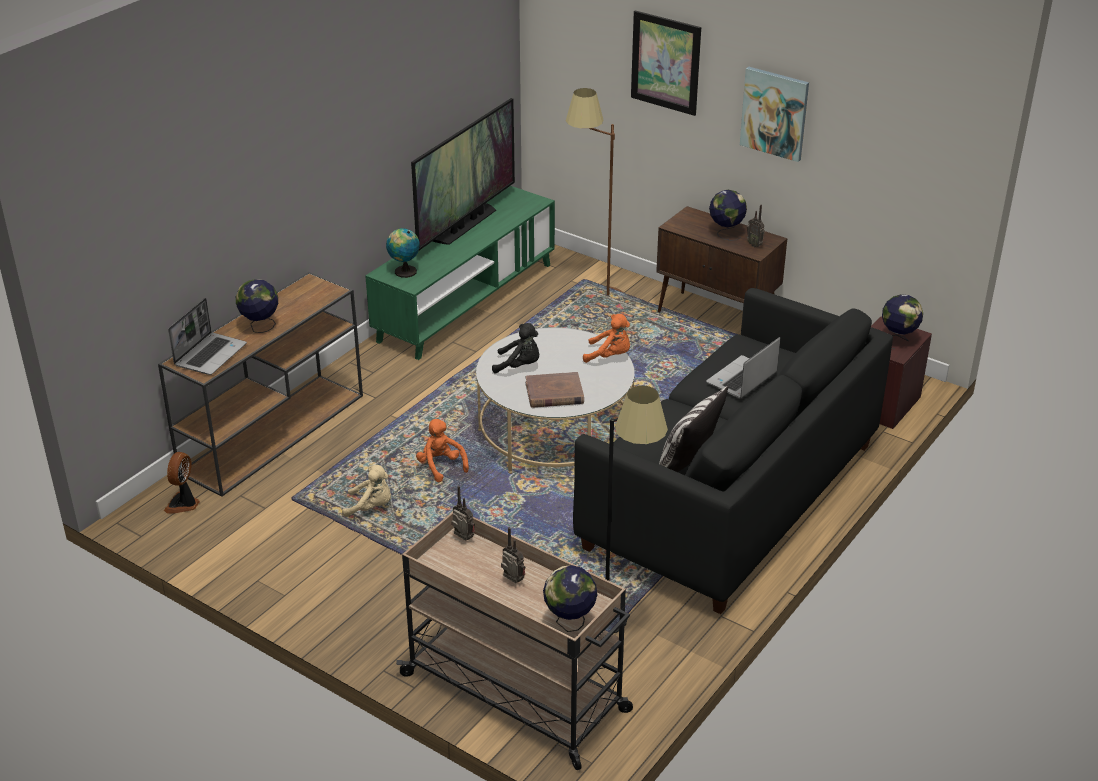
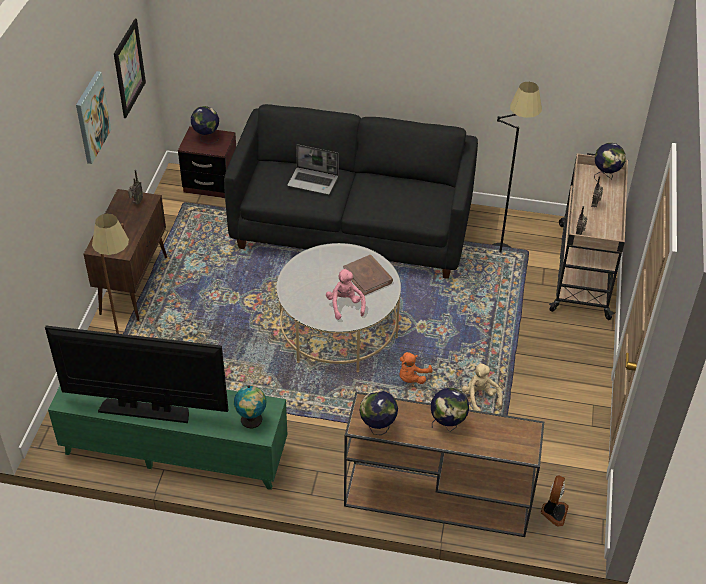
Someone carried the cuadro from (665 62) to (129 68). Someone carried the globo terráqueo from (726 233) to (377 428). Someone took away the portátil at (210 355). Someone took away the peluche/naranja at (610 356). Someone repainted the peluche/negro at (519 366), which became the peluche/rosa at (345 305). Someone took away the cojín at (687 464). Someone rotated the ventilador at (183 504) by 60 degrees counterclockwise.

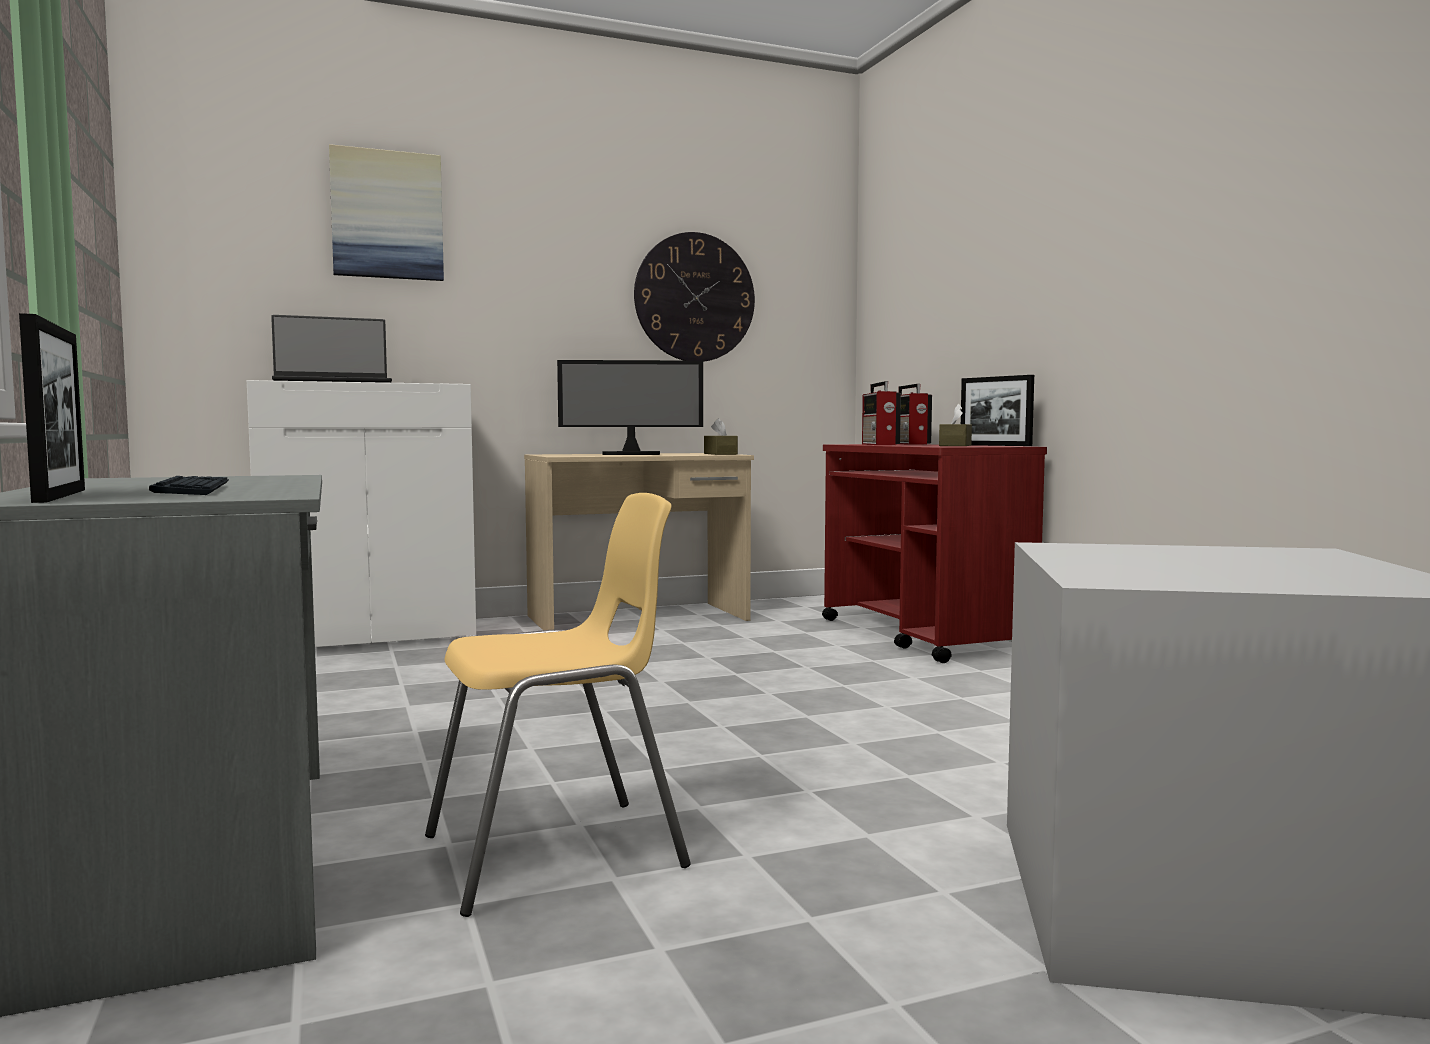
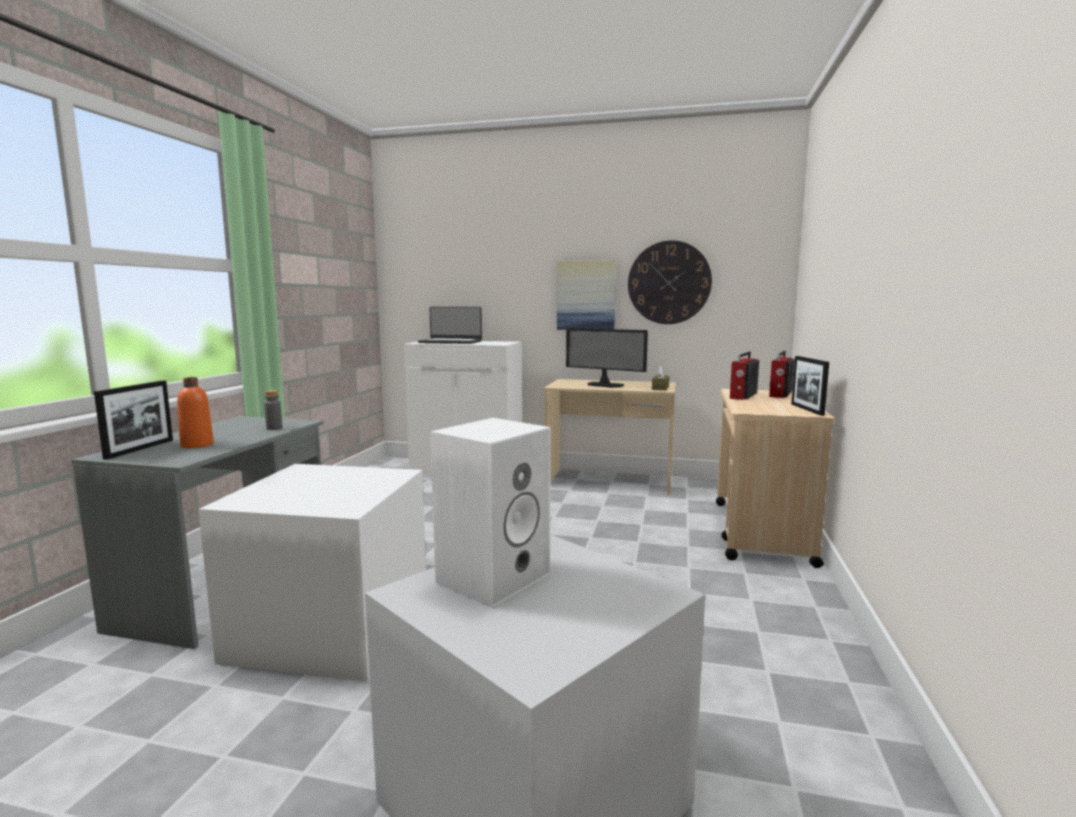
Someone carried the cuadro from (387 215) to (586 295). Someone took away the caja de pañuelos/marrón at (955 445). Someone repainted the carrito/rojo at (924 635), which became the carrito/beis at (761 532). Someone swapped the teclado at (193 489) for the botella/naranja at (197 445). Someone swapped the silla/amarillo at (558 853) for the caja de almacenaje/blanco at (332 629). Someone put down the botella/gris at (274 428). Someone put down the altavoz/blanco at (493 576).

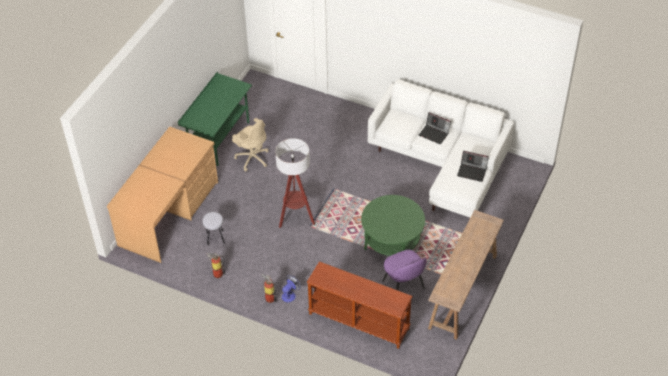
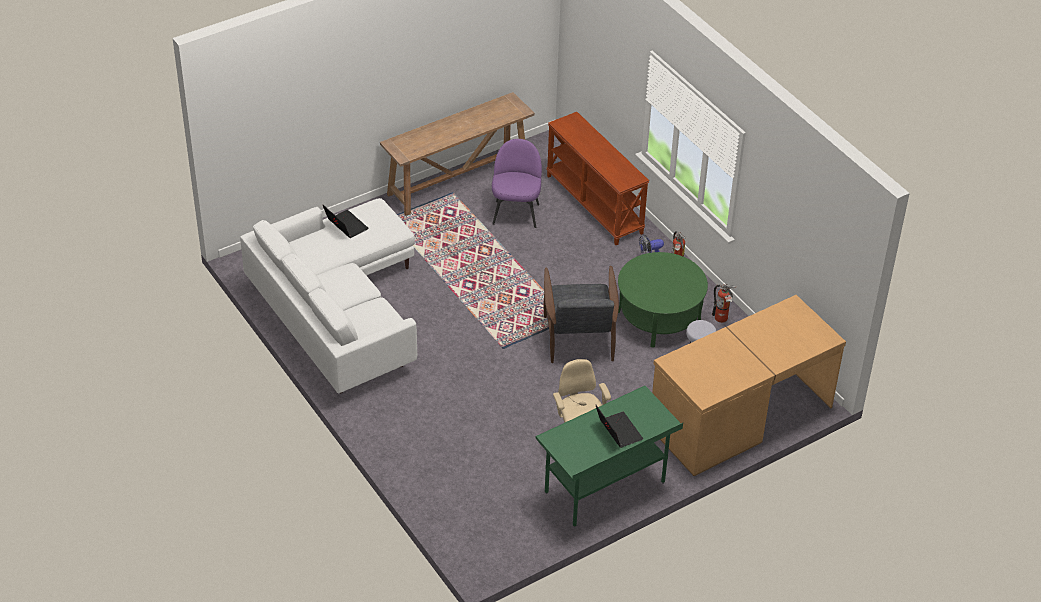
Someone carried the portátil from (434 134) to (617 431). Someone swapped the lámpara de pie at (296 218) for the sillón/gris at (579 336). Someone carried the mesa de centro/verde from (392 241) to (659 318).

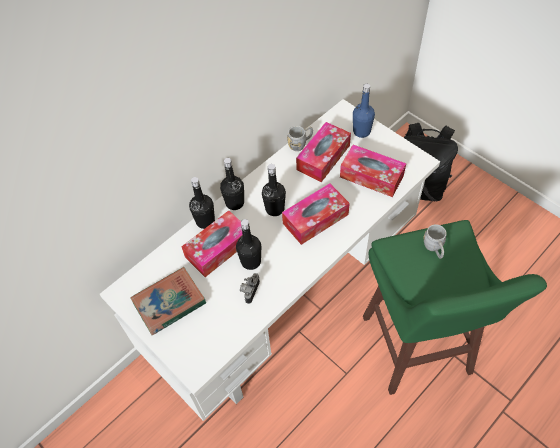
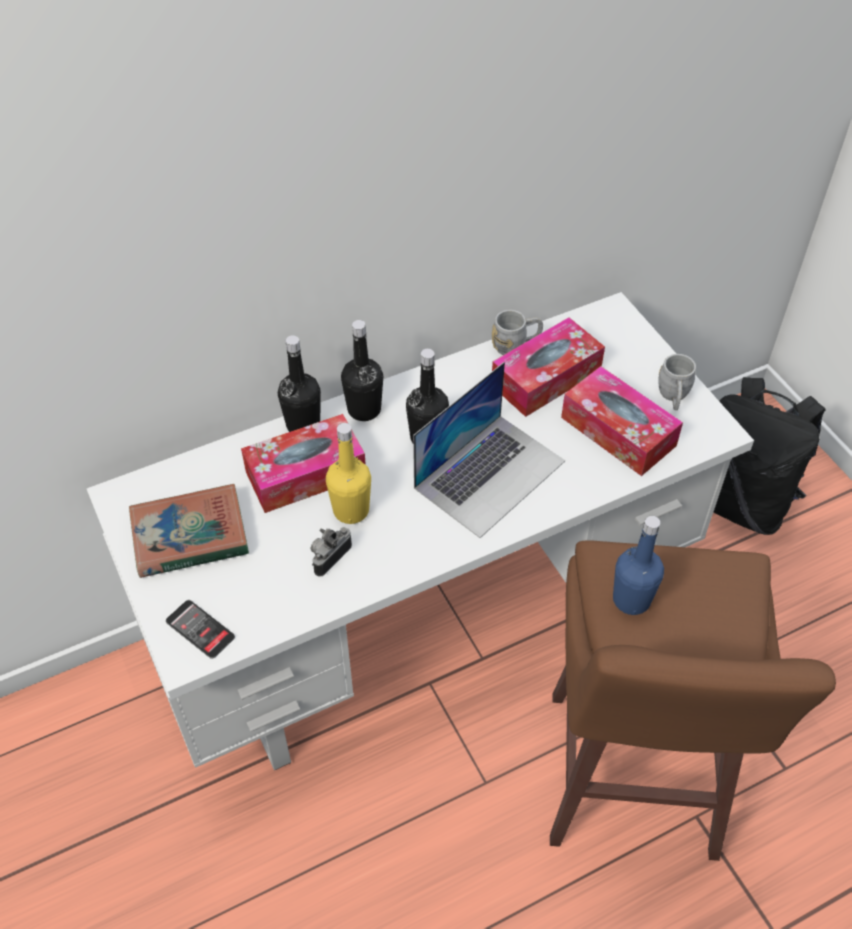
Someone carried the botella/azul from (361 131) to (631 599). Someone swapped the caja de pañuelos at (315 219) for the portátil at (490 474). Someone repainted the botella/negro at (251 261), which became the botella/amarillo at (351 510). Someone repainted the taburete/verde at (416 348), which became the taburete/marrón at (629 780). Someone carried the taza grande/gris from (434 248) to (673 397). Someone put down the móvil at (200 629).

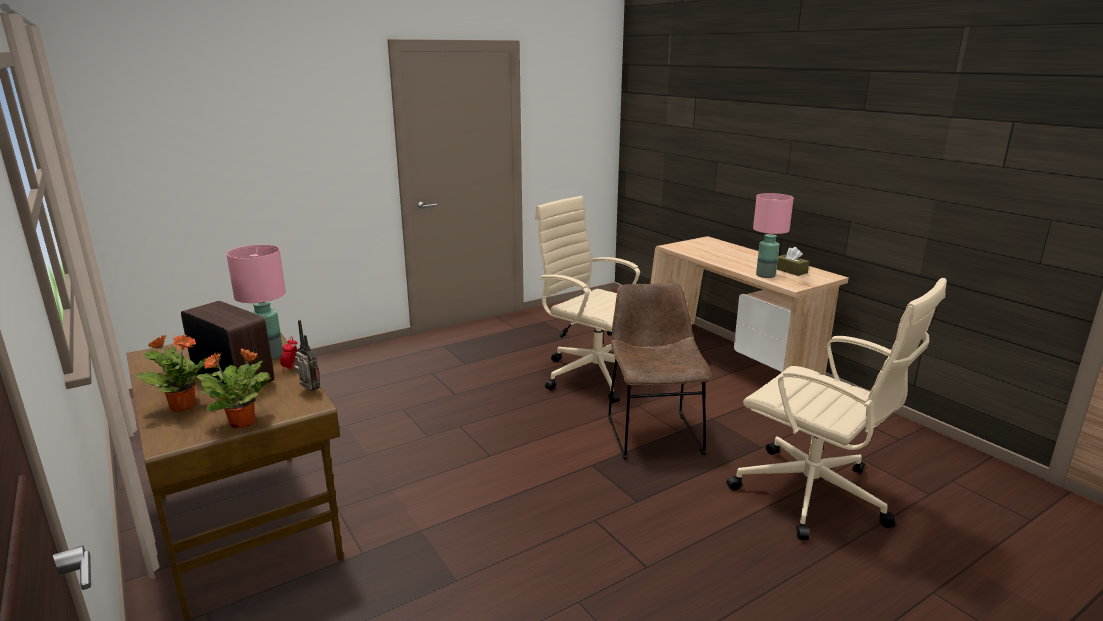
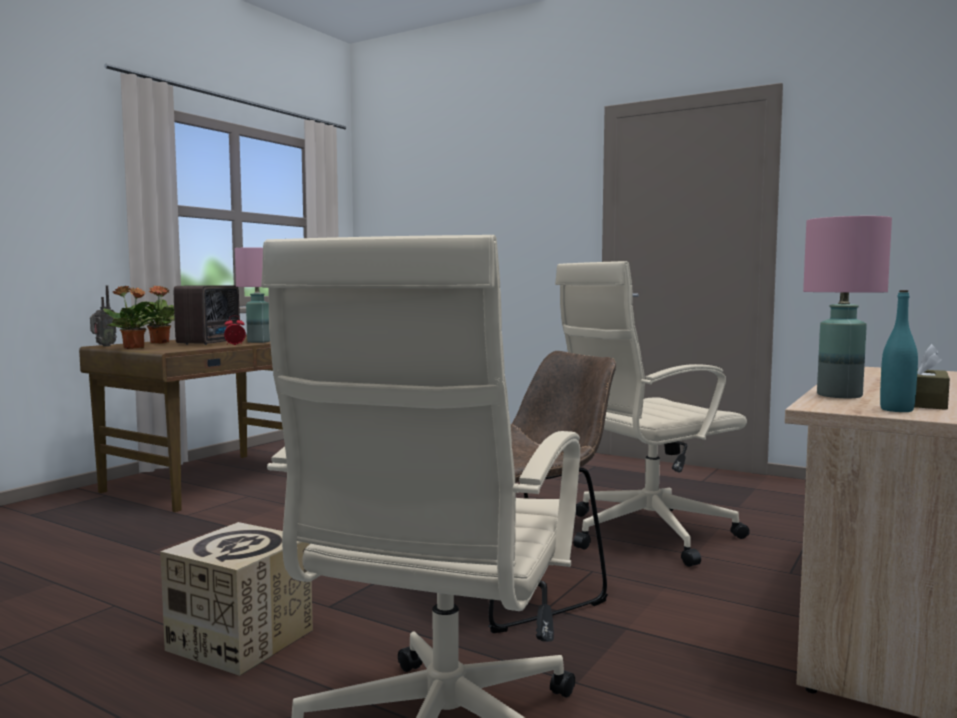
Someone rotated the silla de oficina/beis at (593 374) by 135 degrees counterclockwise. Someone carried the radio from (309 391) to (103 346). Someone put down the botella/turquesa at (896 410). Someone put down the caja de cartón at (240 640).

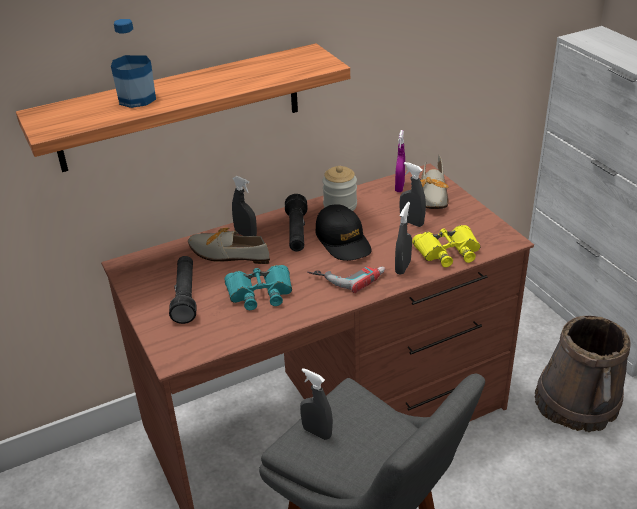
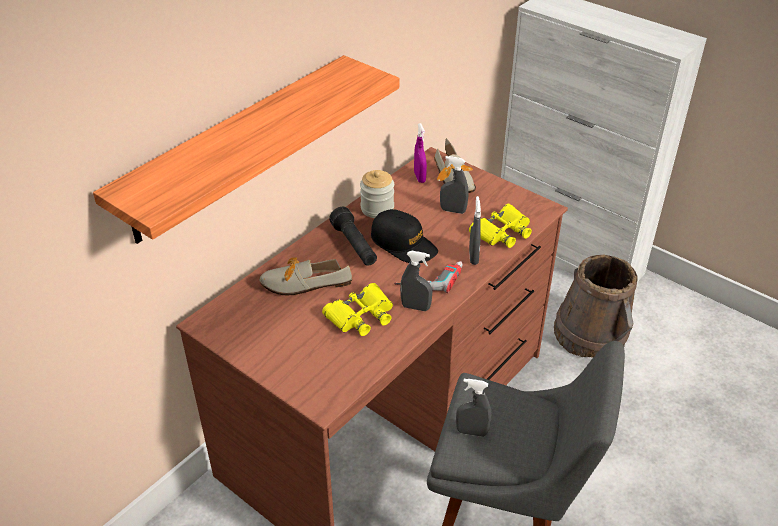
Someone took away the botella at (137 99). Someone carried the pulverizador/gris from (246 235) to (415 307). Someone took away the linterna/negro at (185 296). Someone repainted the prismáticos/turquesa at (260 292), which became the prismáticos/amarillo at (361 315).

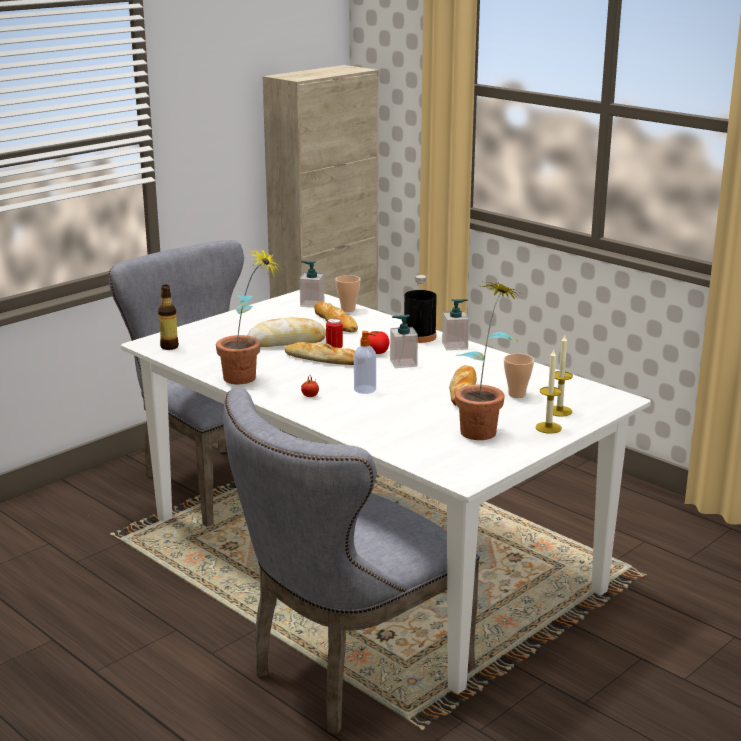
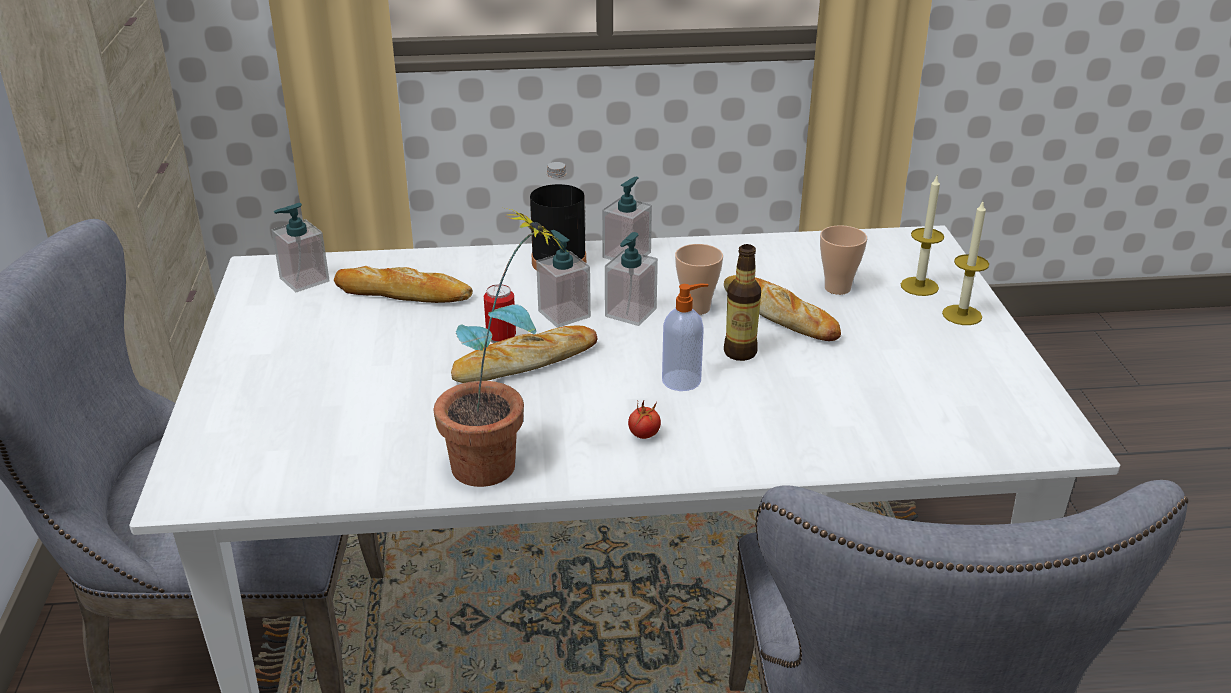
Someone carried the taza from (348 309) to (696 308). Someone took away the planta en maceta at (484 428). Someone carried the botella from (169 347) to (740 352). Someone took away the pan at (287 342). Someone swapped the tomate at (376 352) for the dispensador de jabón at (564 314).

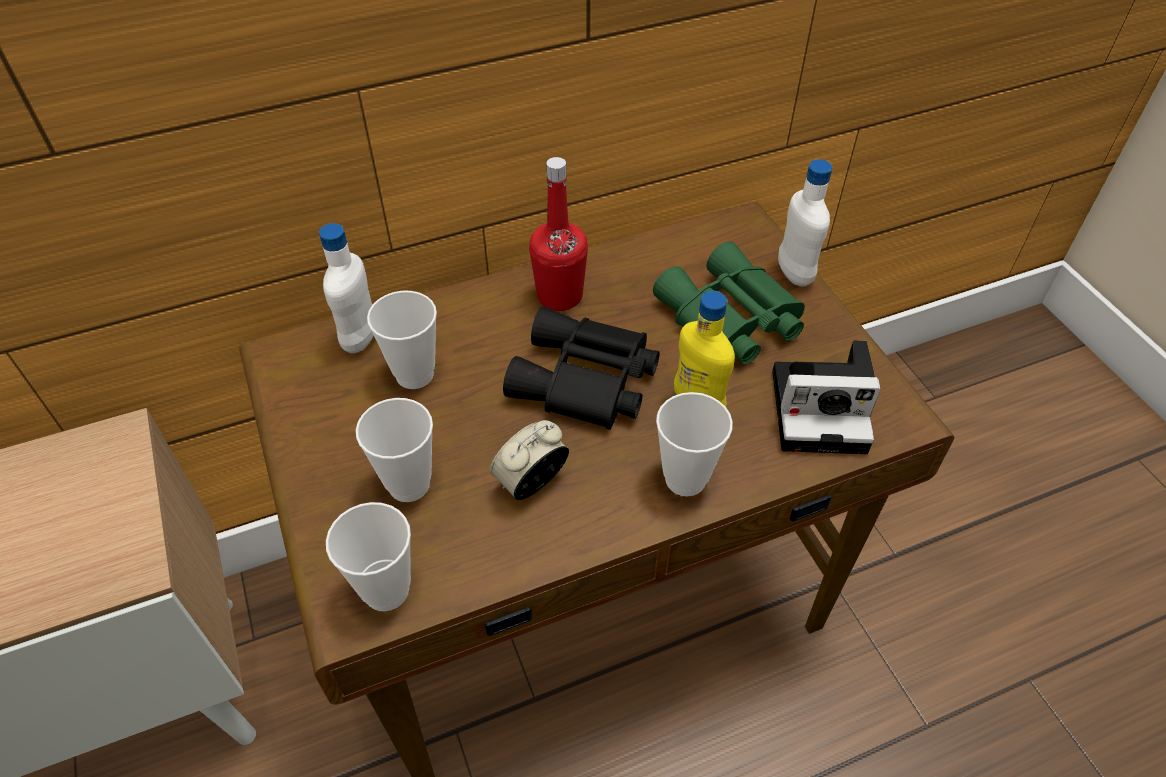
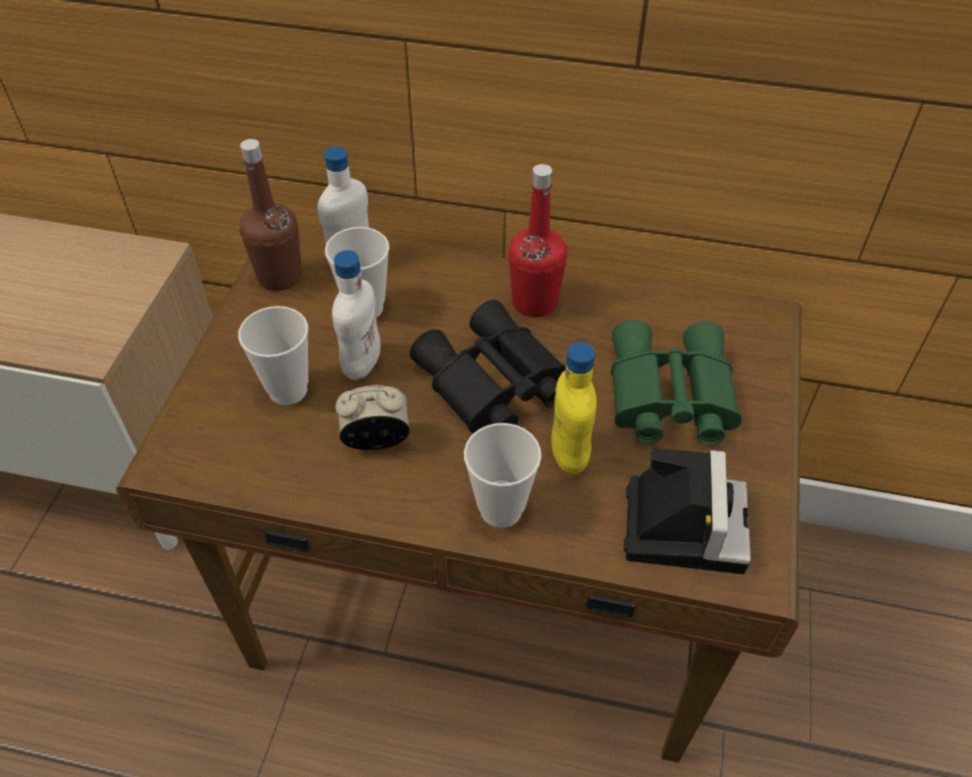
Someone carried the botella/blanco from (794 274) to (362 364). Someone rotated the cámara at (823 409) by 120 degrees counterclockwise. Someone took away the taza at (386 590). Someone put down the botella/marrón at (280 276).

